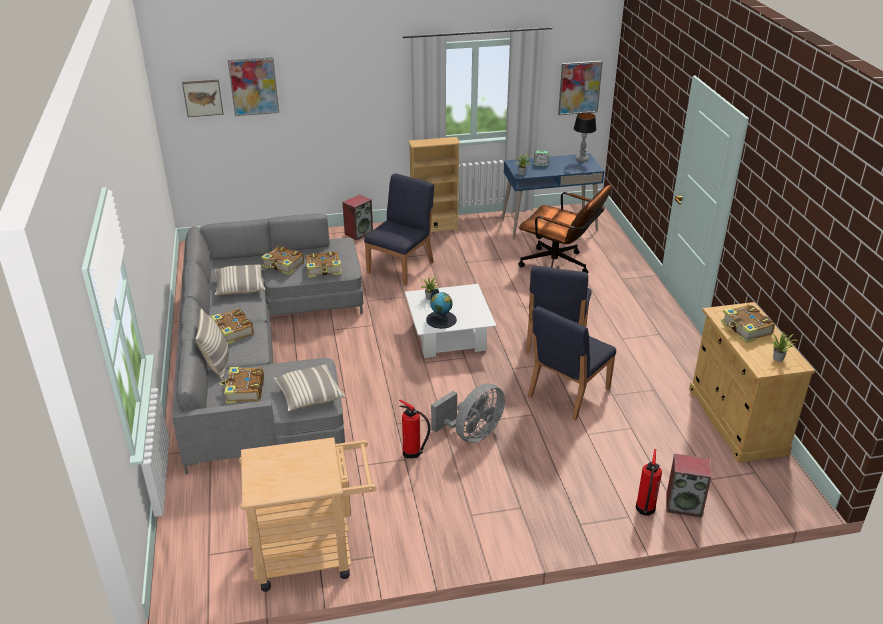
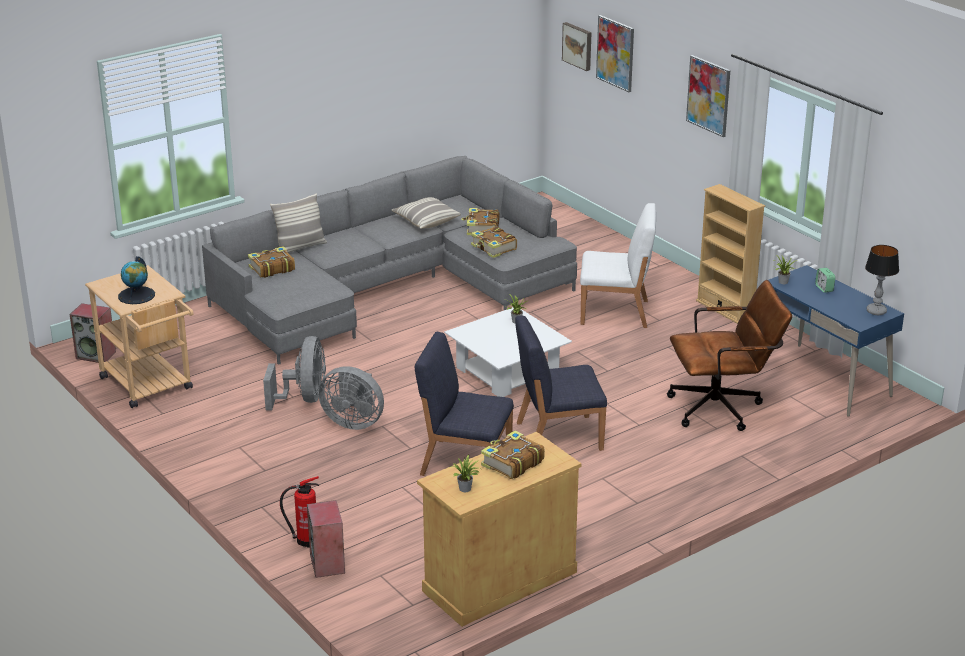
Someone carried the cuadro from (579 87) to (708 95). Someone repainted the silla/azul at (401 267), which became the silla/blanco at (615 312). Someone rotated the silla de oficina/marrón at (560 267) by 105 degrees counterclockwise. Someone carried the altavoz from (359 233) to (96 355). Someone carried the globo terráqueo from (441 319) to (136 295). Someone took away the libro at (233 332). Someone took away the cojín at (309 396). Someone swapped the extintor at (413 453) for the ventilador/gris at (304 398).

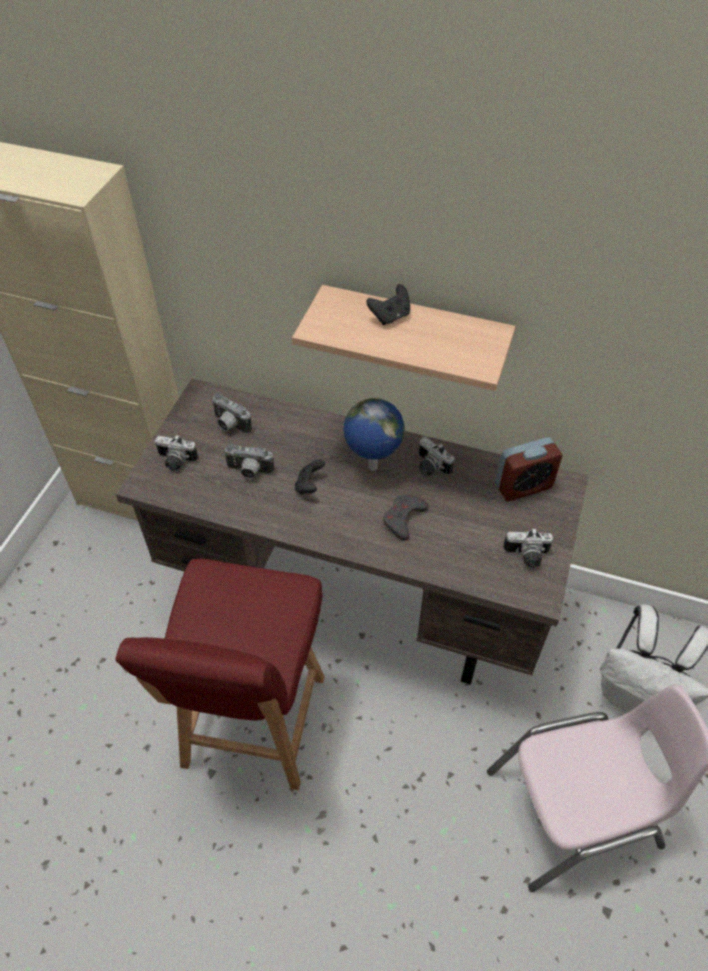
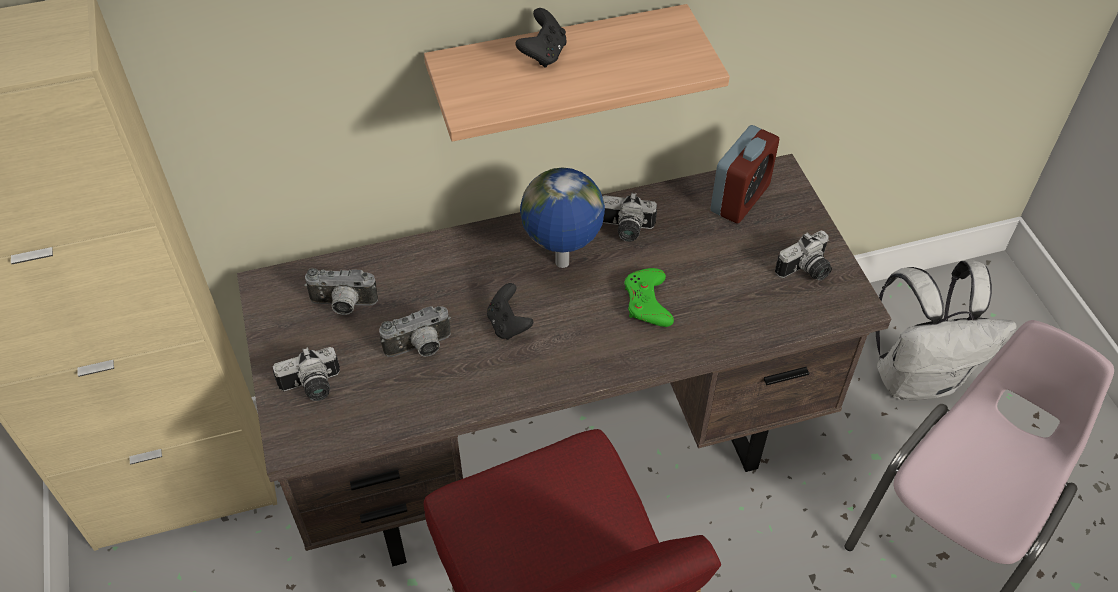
Someone repainted the mando de consola/gris at (403 518), which became the mando de consola/verde at (647 302).

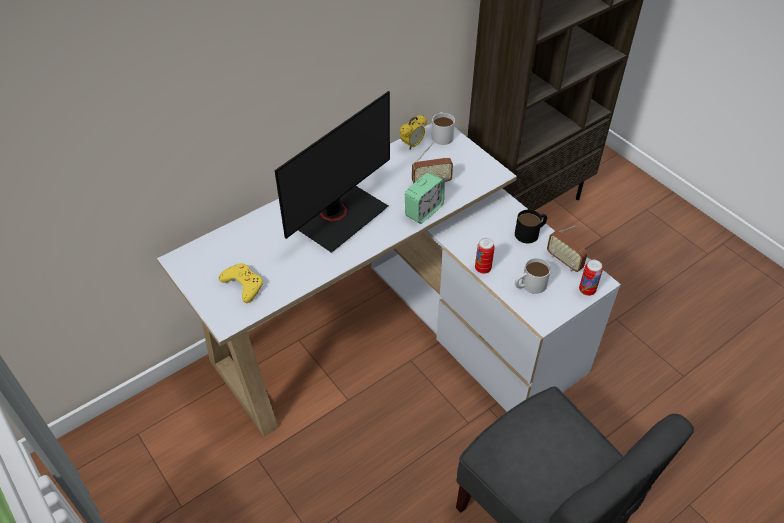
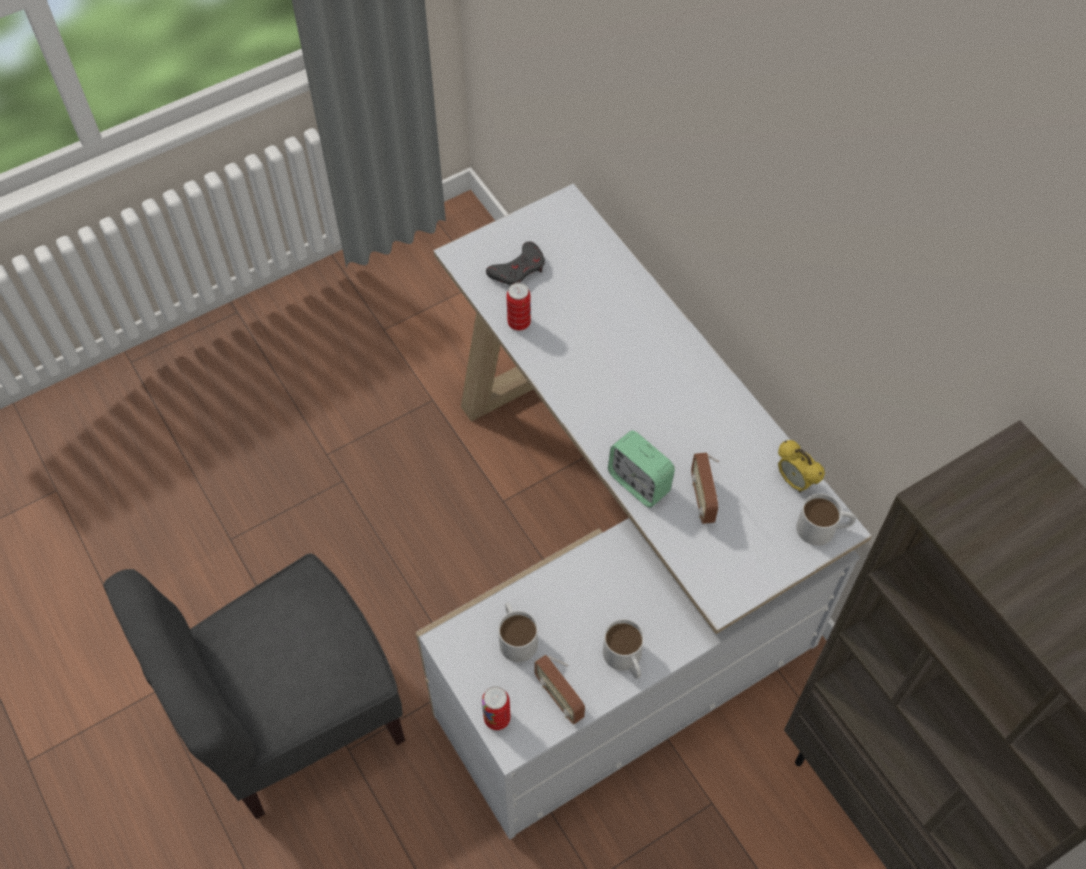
Someone took away the monitor at (338 216). Someone repainted the taza grande/negro at (530 232), which became the taza grande/blanco at (625 659). Someone rotated the radio at (564 261) by 90 degrees counterclockwise. Someone carried the lata from (483 268) to (519 323). Someone repainted the mando de consola/amarillo at (243 284), which became the mando de consola/gris at (518 269).

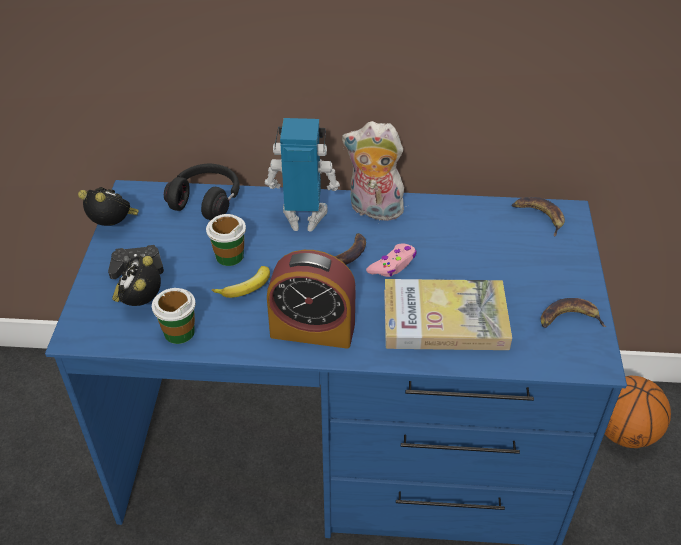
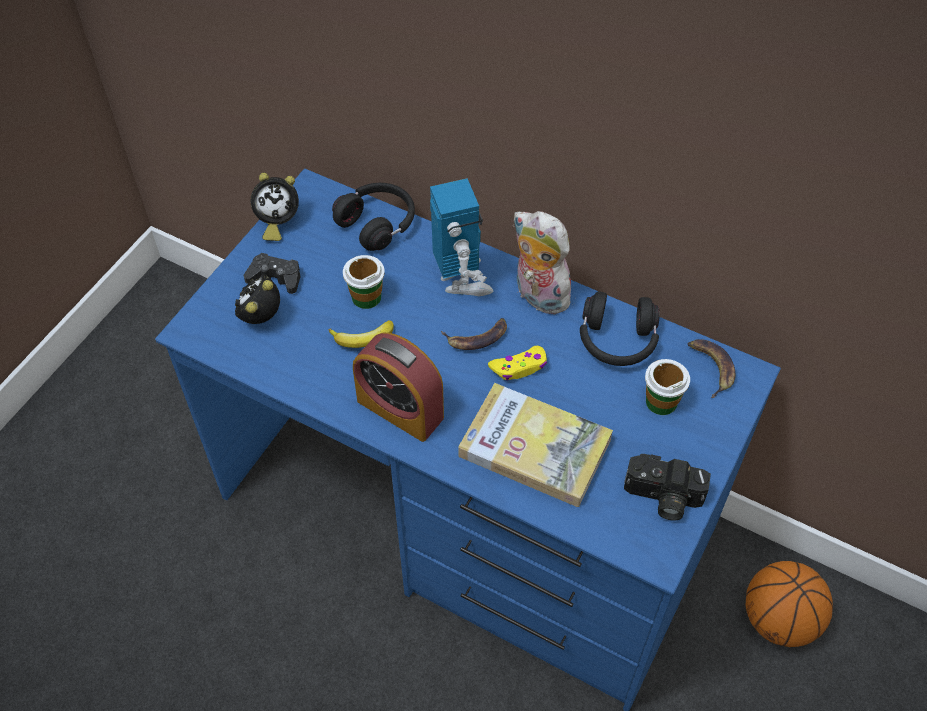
Someone rotated the robot de juguete at (304 219) by 45 degrees clockwise. Someone rotated the despertador at (114 226) by 120 degrees clockwise. Someone repainted the mando de consola/rosa at (393 265), which became the mando de consola/amarillo at (519 367). Someone carried the taza from (179 332) to (661 401). Someone swapped the plátano at (569 319) for the cámara at (662 498). Someone put down the auriculares/negro at (617 342).

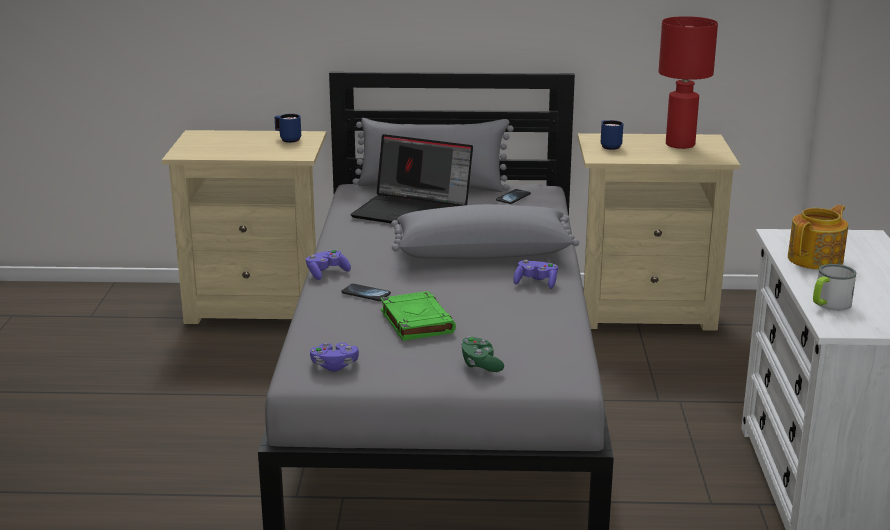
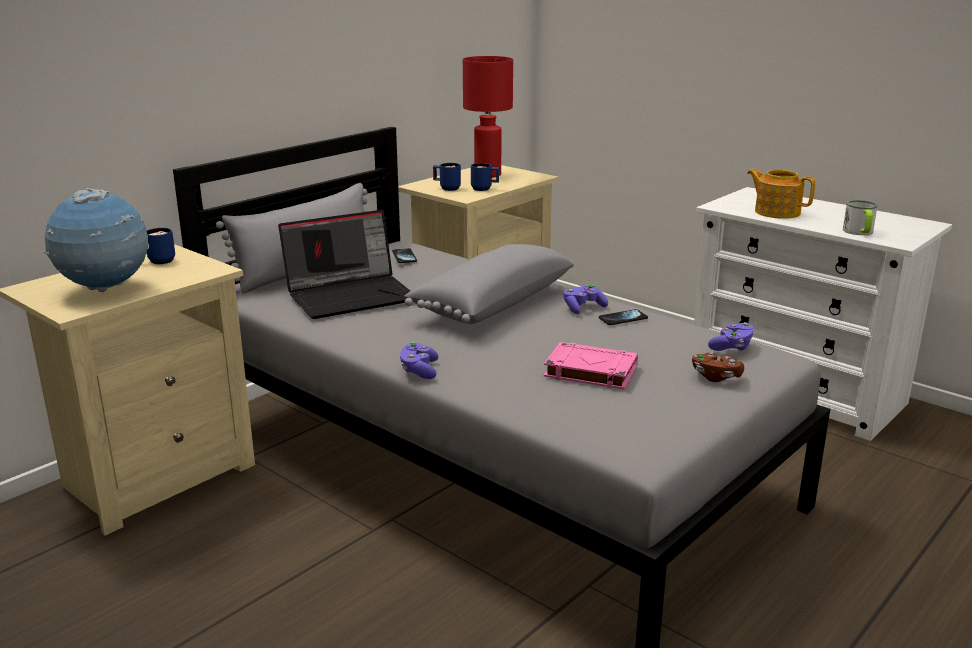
Someone rotated the tetera at (816 259) by 45 degrees counterclockwise. Someone carried the móvil from (366 294) to (623 319). Someone repainted the libro/verde at (416 321), which became the libro/rosa at (589 371). Someone repainted the mando de consola/verde at (480 364), which became the mando de consola/marrón at (715 377). Someone carried the mando de consola/morado from (334 366) to (731 347). Someone put down the taza grande/azul at (484 189). Someone put down the globo terráqueo at (105 290).

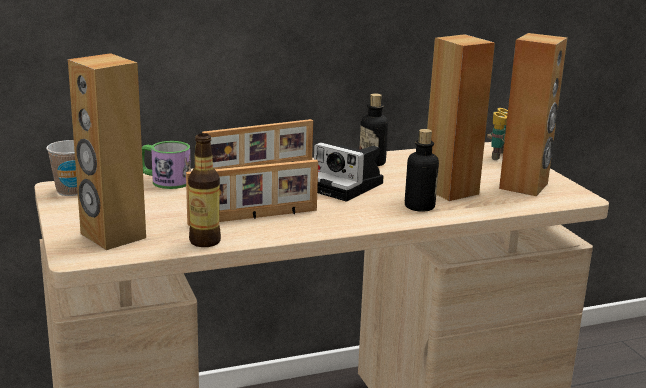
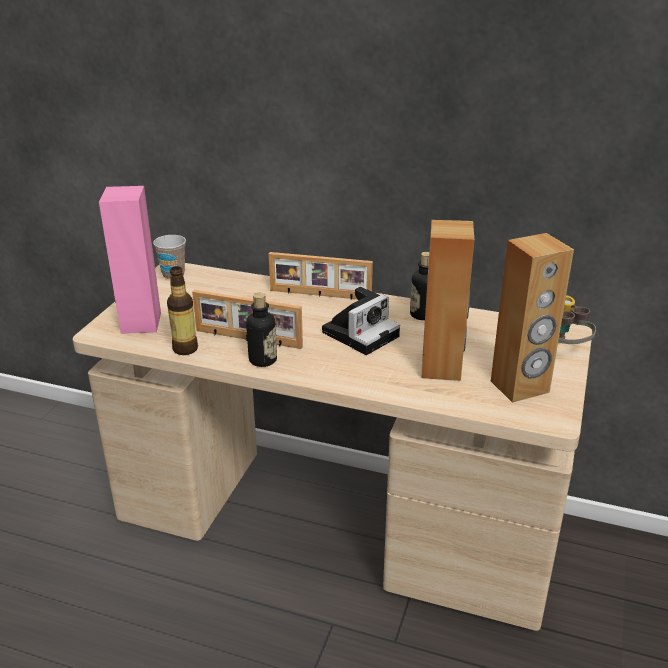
Someone repainted the altavoz/marrón at (112 236), which became the altavoz/rosa at (140 323). Someone carried the botella from (419 206) to (263 360). Someone took away the taza grande at (164 181). Someone rotated the cámara at (346 186) by 120 degrees counterclockwise.

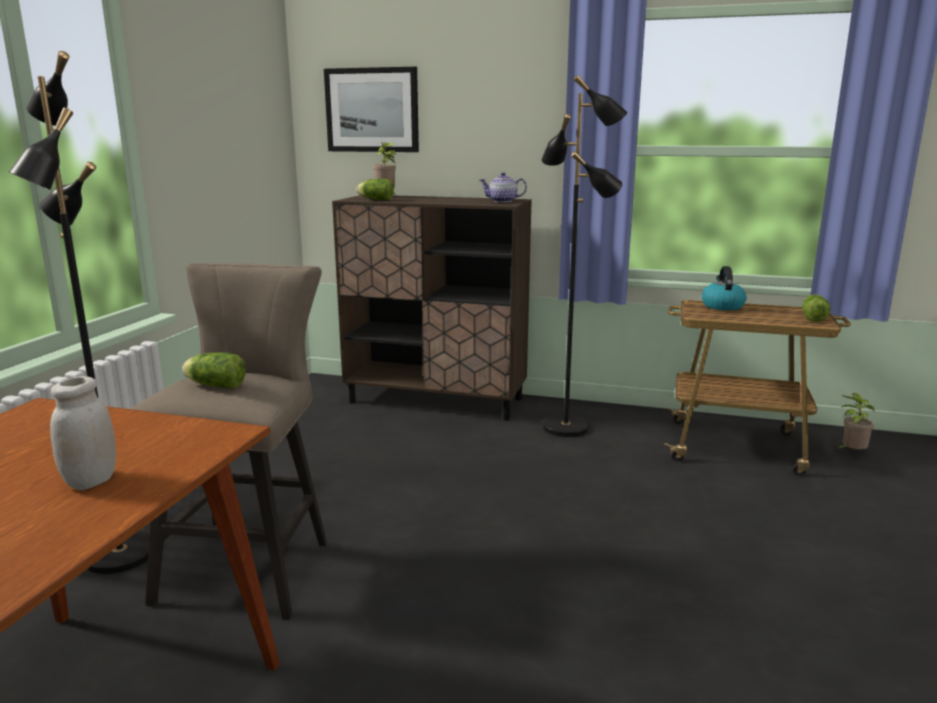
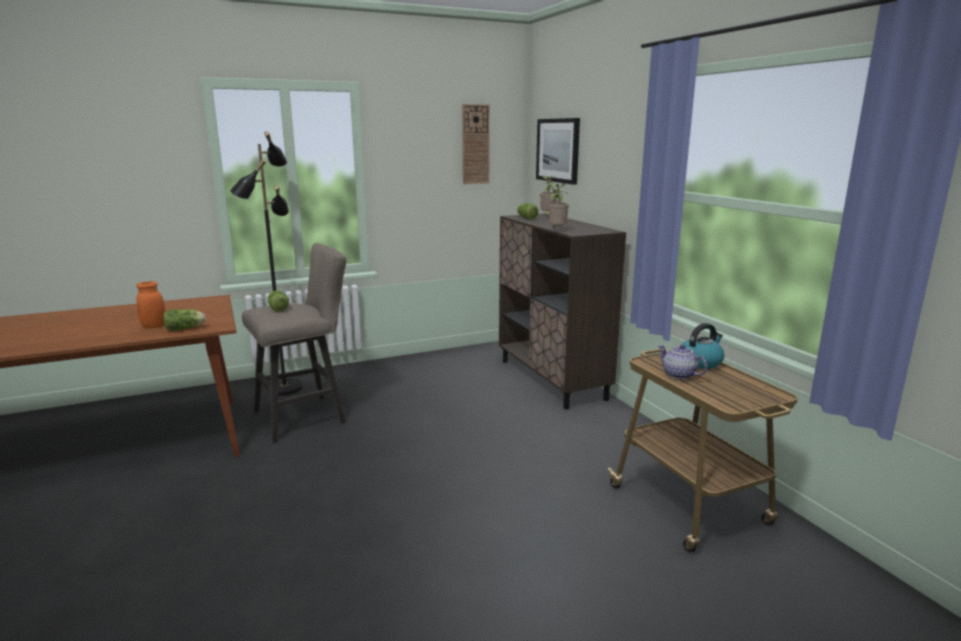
Someone took away the lámpara de pie/negro at (566 427). Someone carried the tetera from (503 201) to (679 375). Someone carried the lechuga from (813 318) to (186 328). Someone repainted the tarro/blanco at (91 481), which became the tarro/naranja at (154 326). Someone carried the planta en maceta from (851 453) to (557 230). Someone put up the reloj de pared at (475 144).

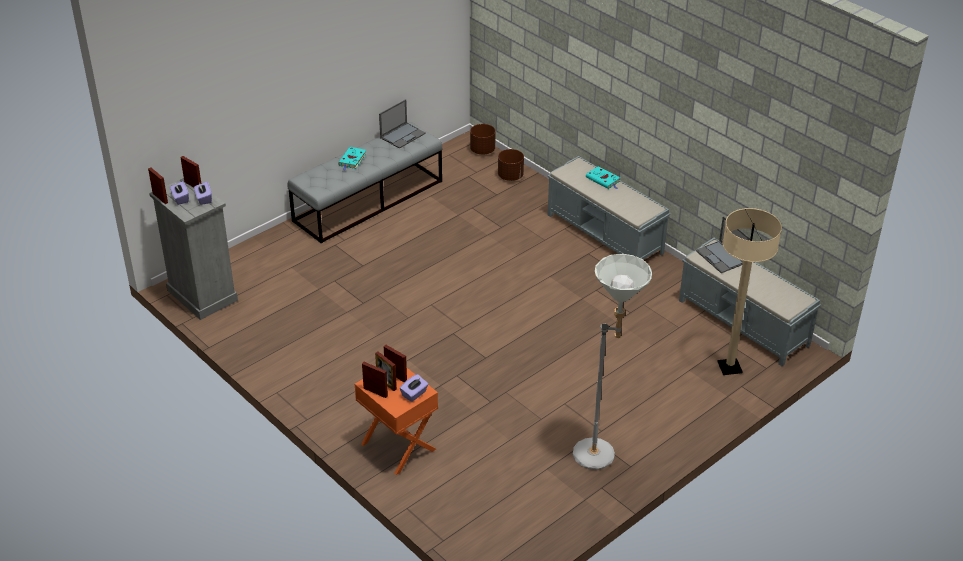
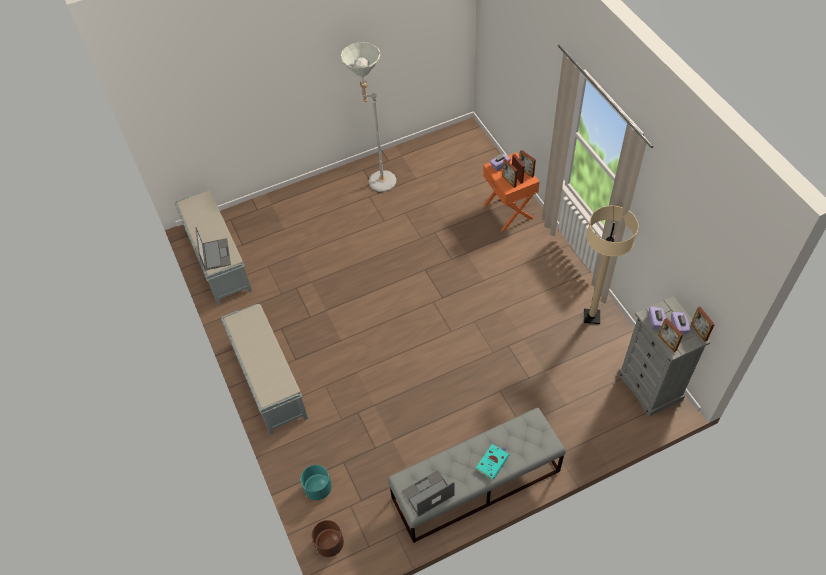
Someone repainted the maceta/marrón at (510 176), which became the maceta/turquesa at (317 488). Someone took away the libro/turquesa at (603 180). Someone carried the lámpara de pie/beis from (729 367) to (591 317).

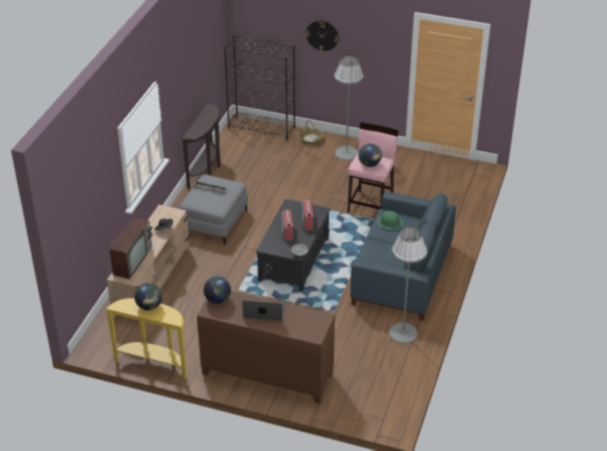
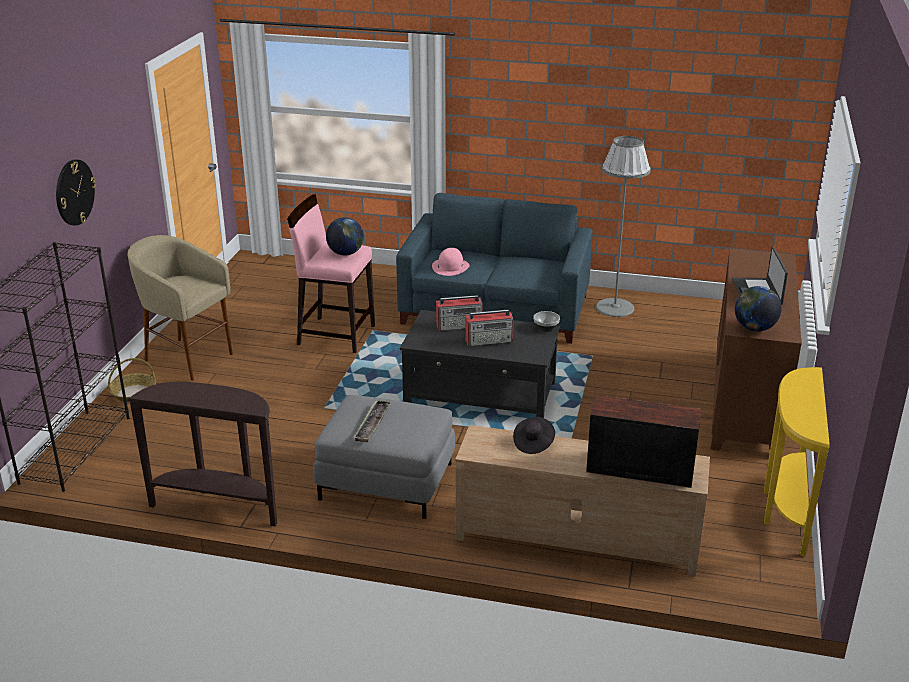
Someone swapped the lámpara de pie/gris at (346 153) for the taburete/beis at (187 358). Someone repainted the sombrero/verde at (390 222), which became the sombrero/rosa at (450 266). Someone took away the globo terráqueo at (149 306).

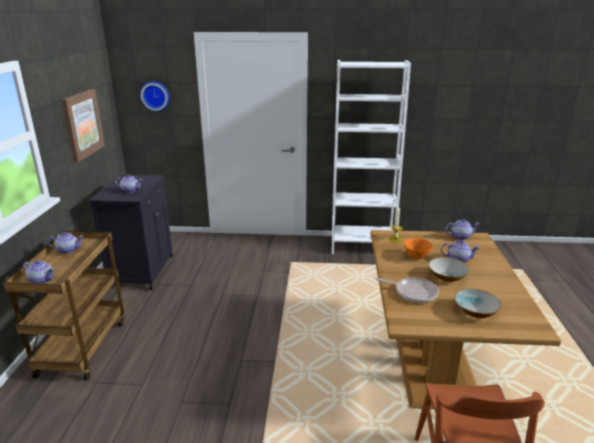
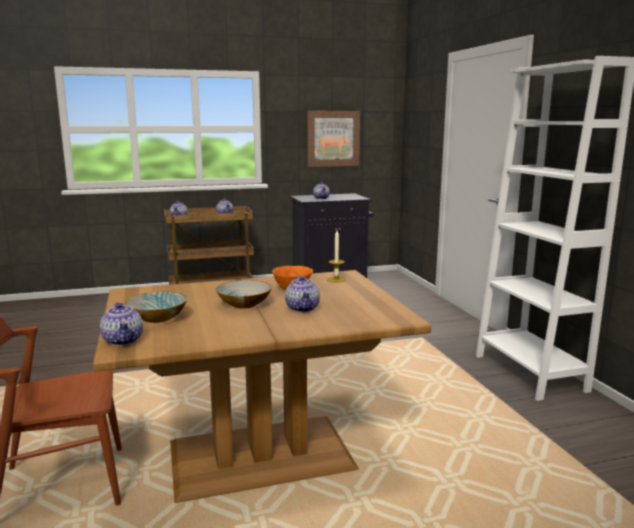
Someone took away the reloj de pared at (156 96). Someone carried the tetera from (460 237) to (123 340). Someone took away the sartén at (413 292).

